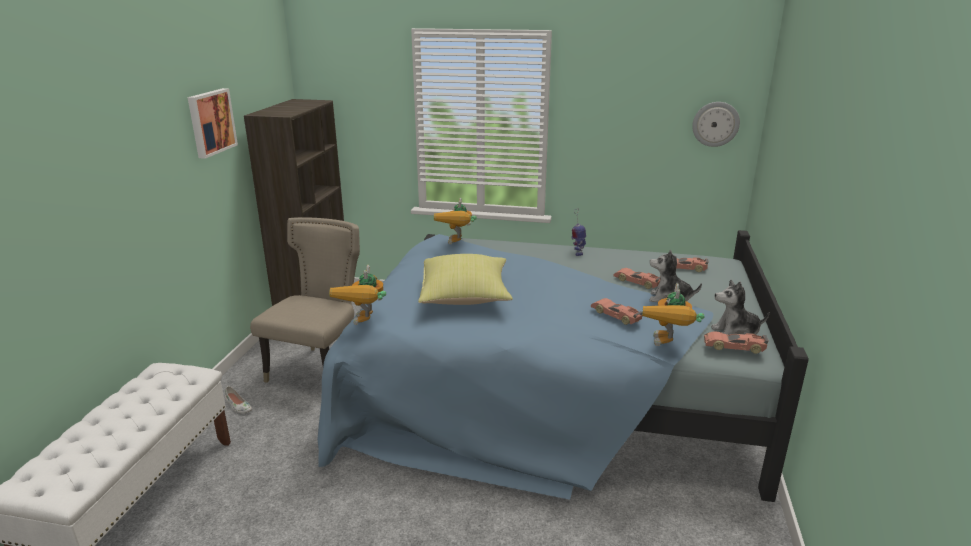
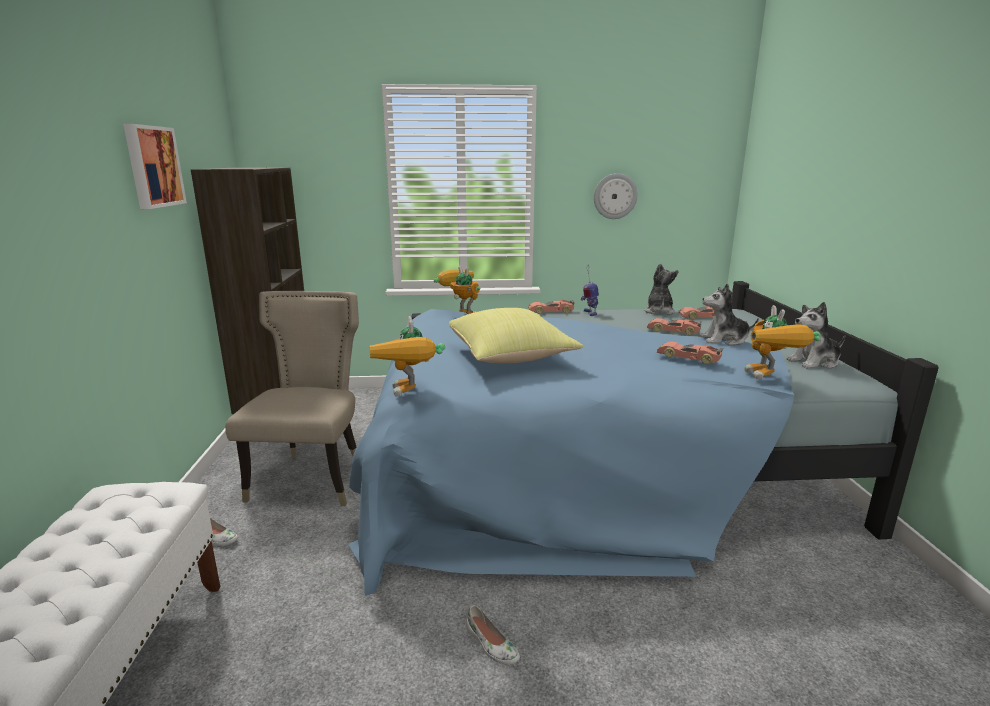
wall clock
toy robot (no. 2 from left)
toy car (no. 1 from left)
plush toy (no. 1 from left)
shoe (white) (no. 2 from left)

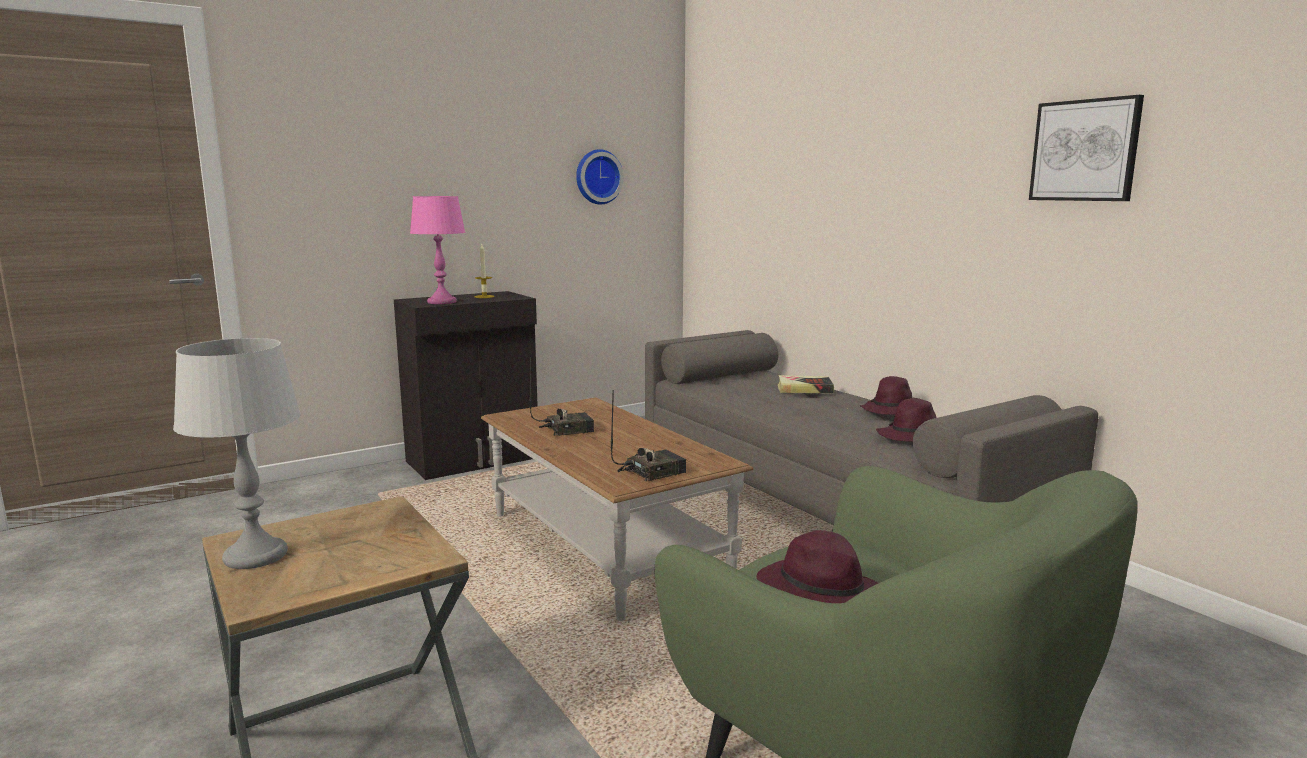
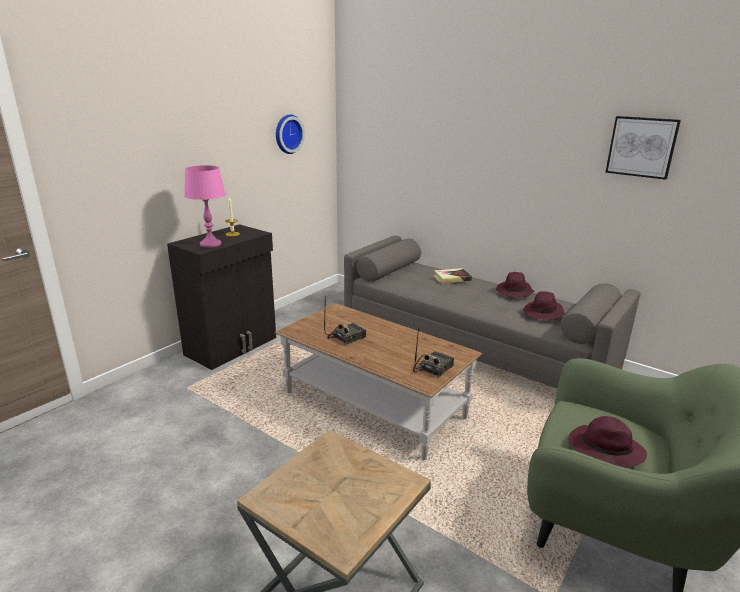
table lamp (grey)

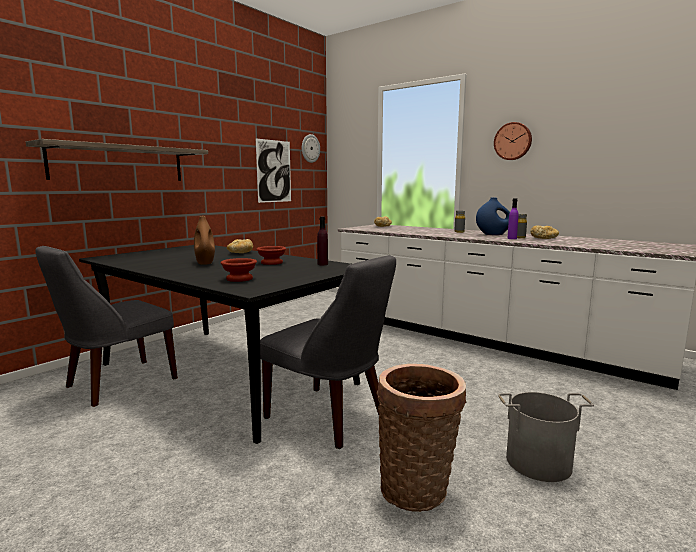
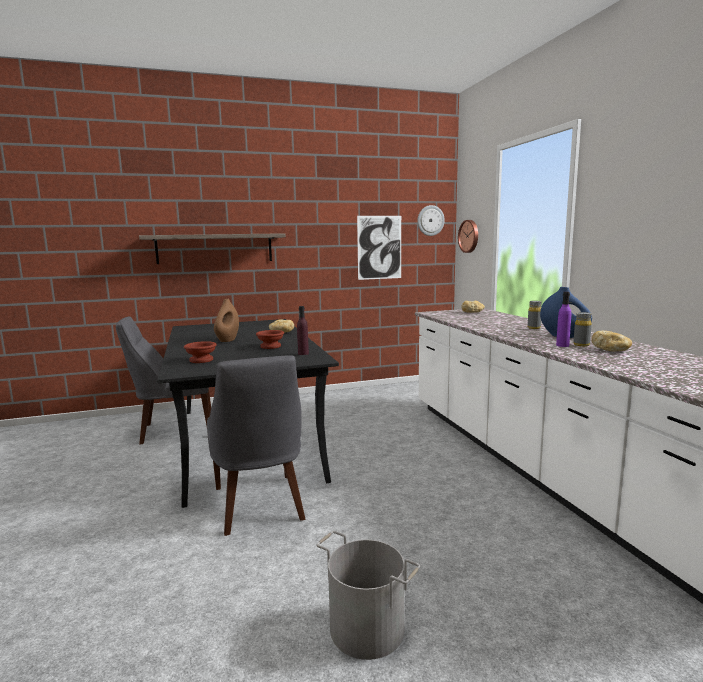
wall clock (no. 2 from left)
basket

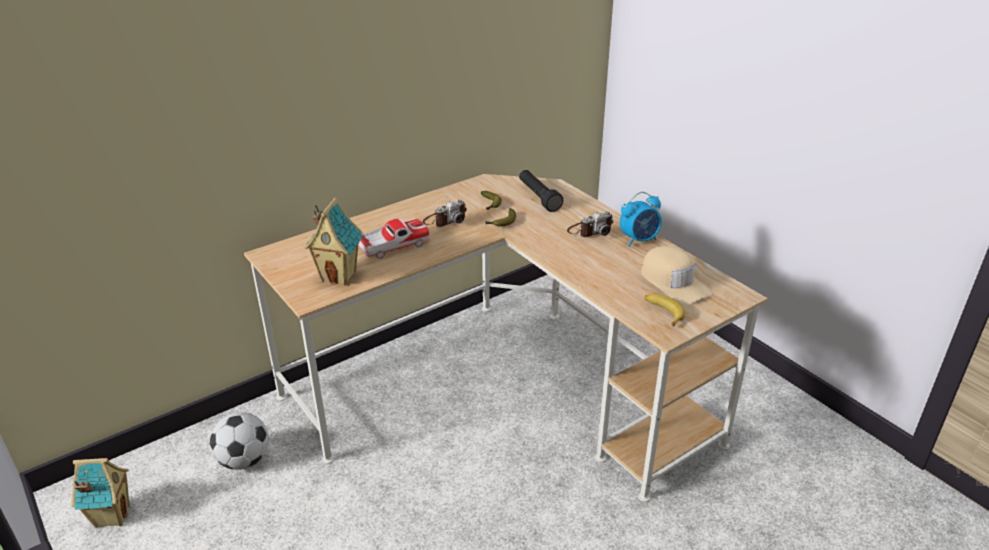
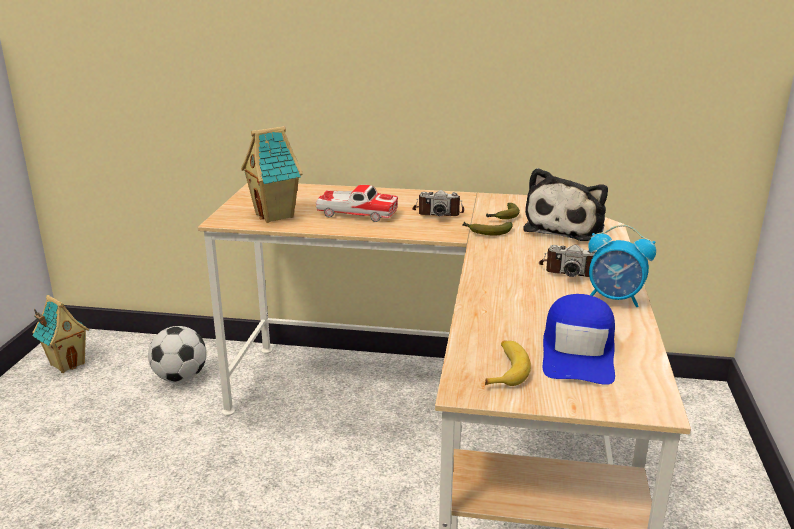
plush toy
cap (blue)

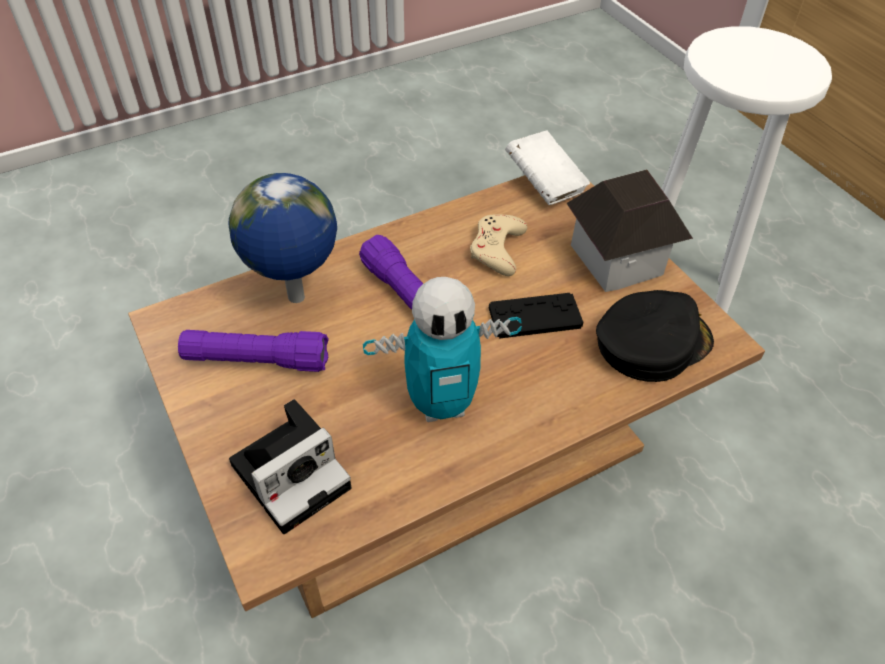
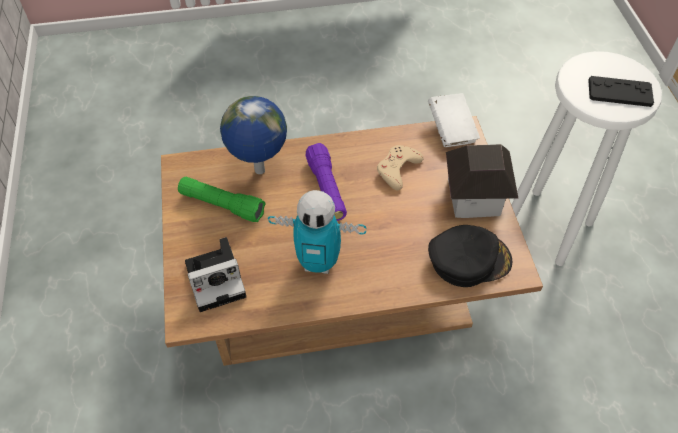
game controller (black)
flashlight (green)

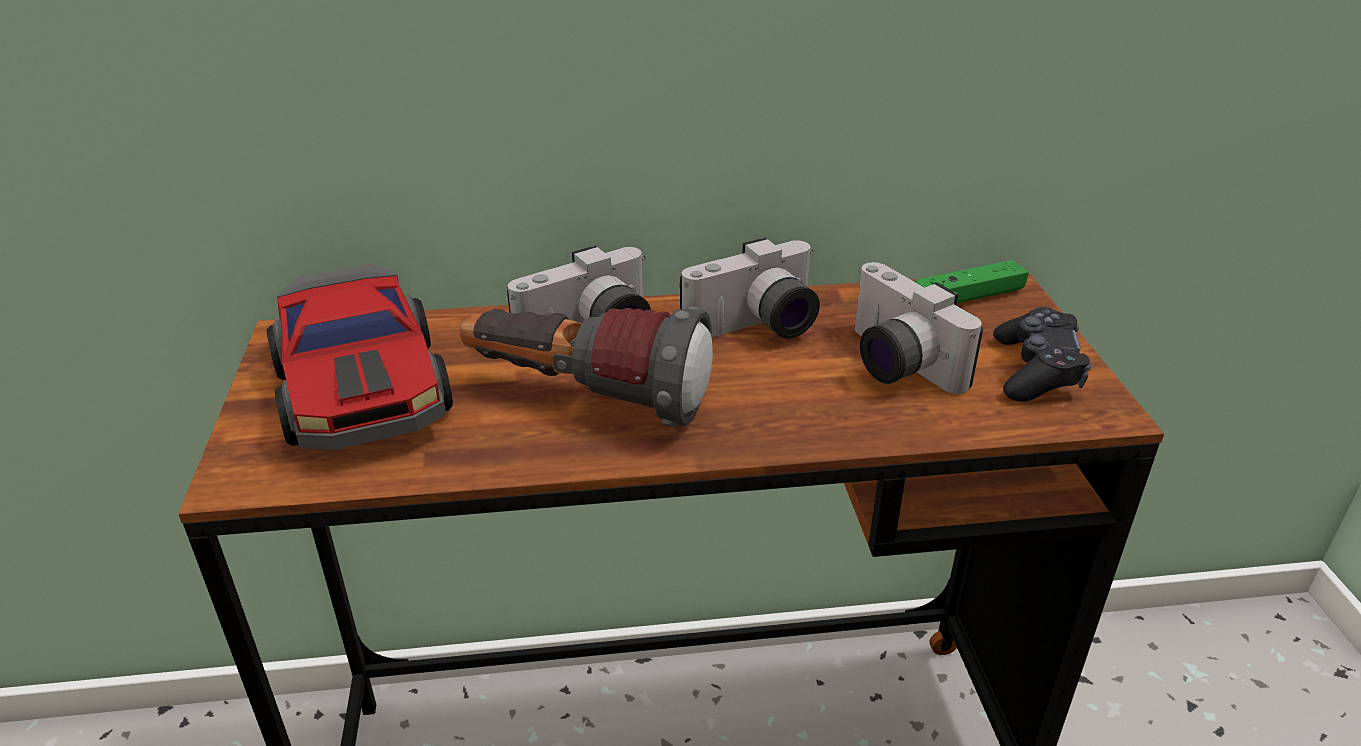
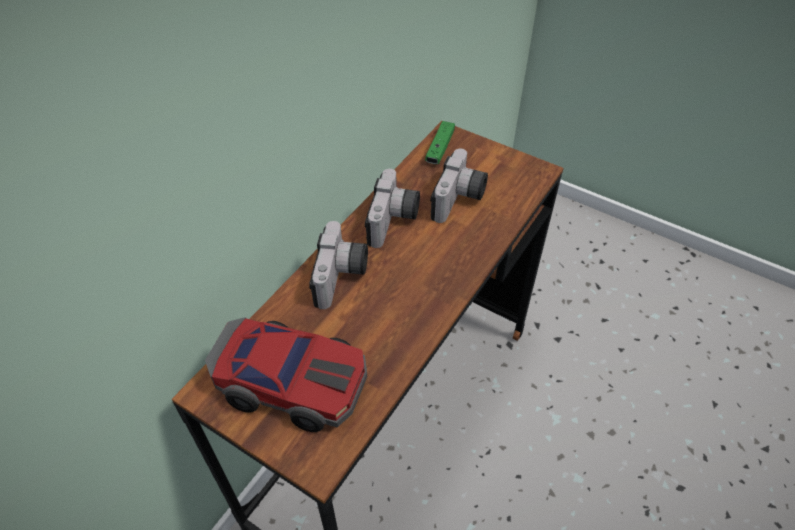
photo camera (no. 3 from left)
flashlight
game controller (black)

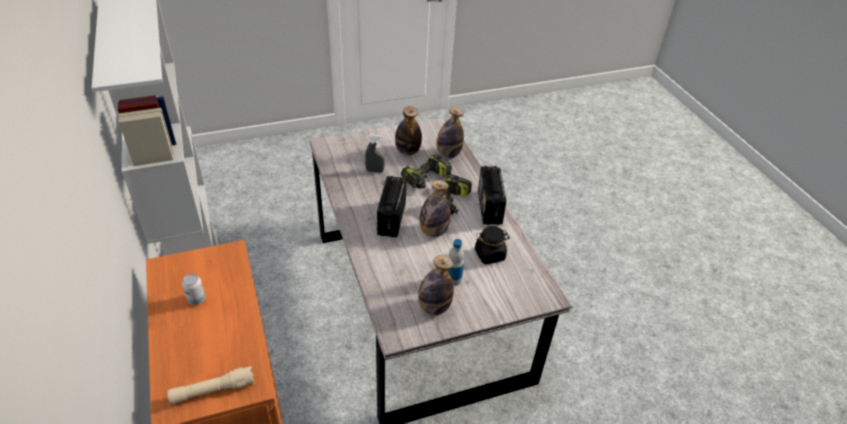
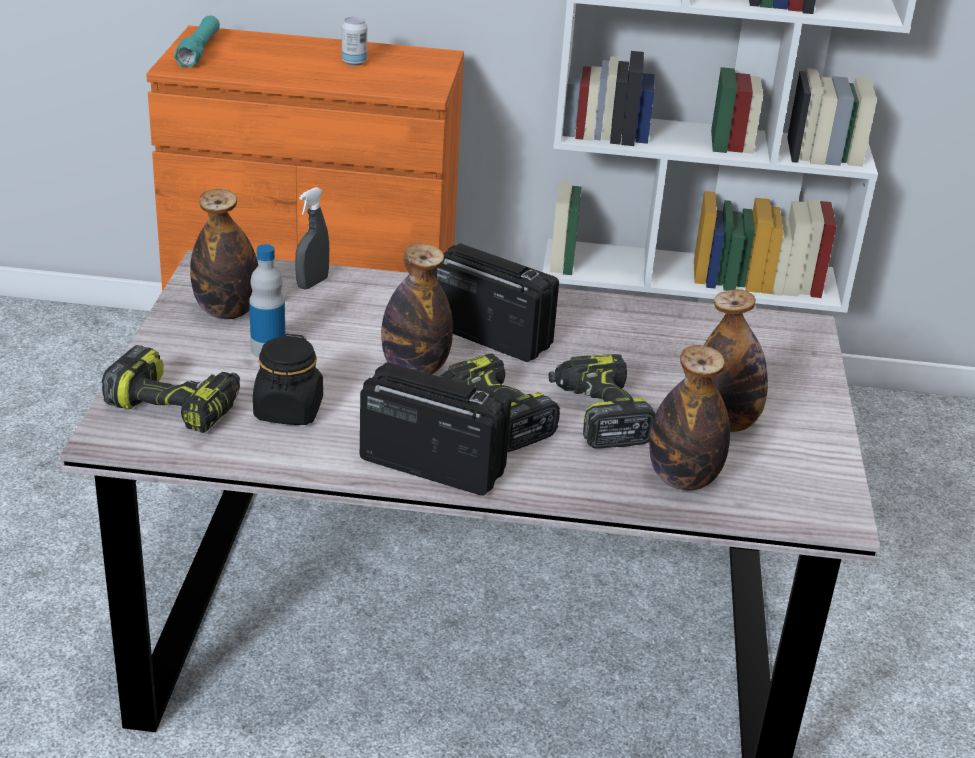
spray bottle (grey)
flashlight (turquoise)
power drill (no. 1 from left)

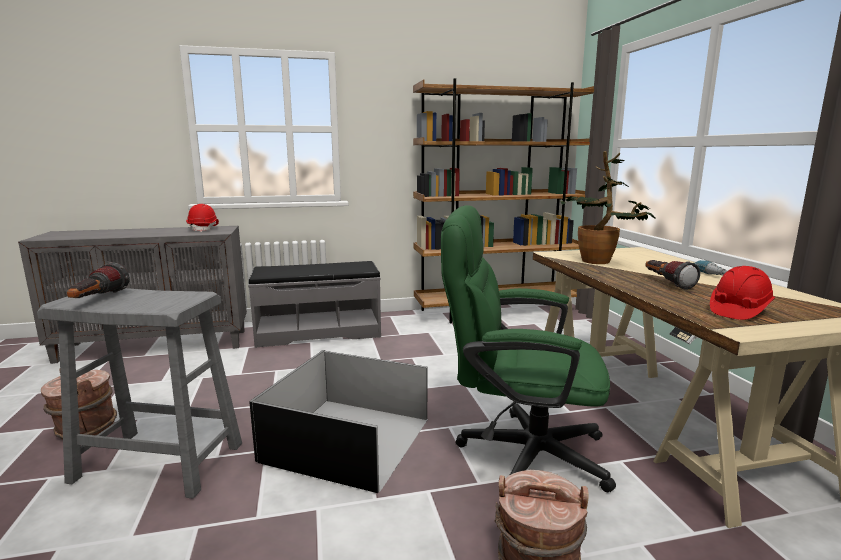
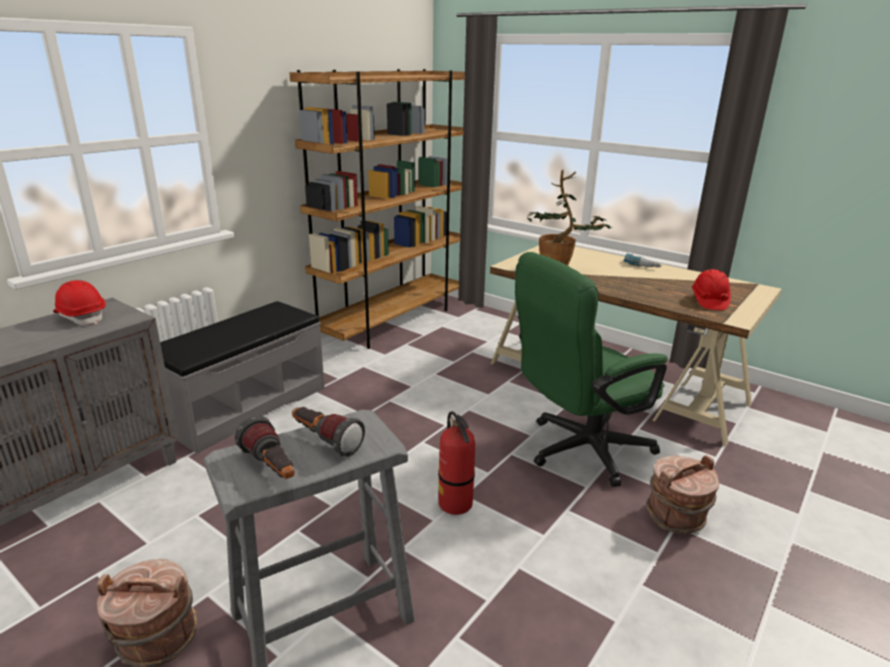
flashlight (no. 2 from left)
fire extinguisher

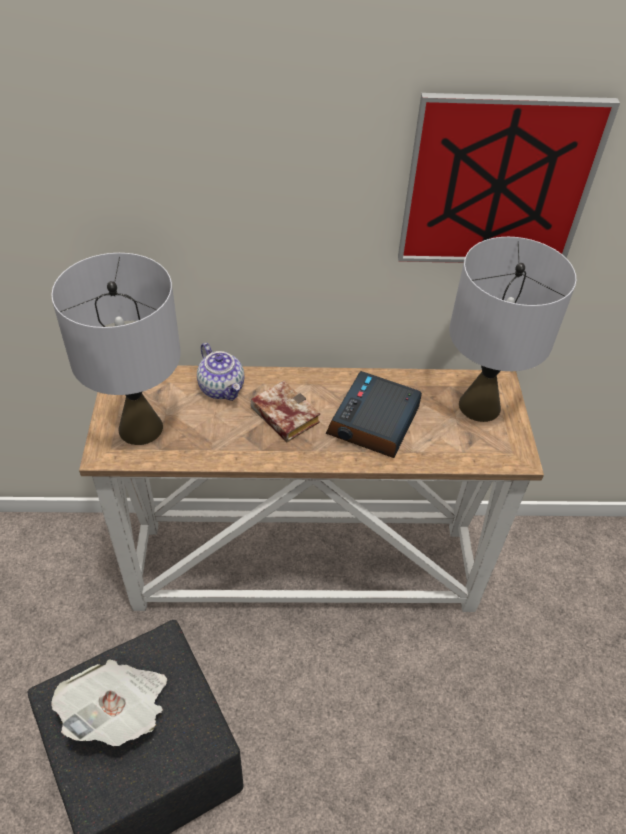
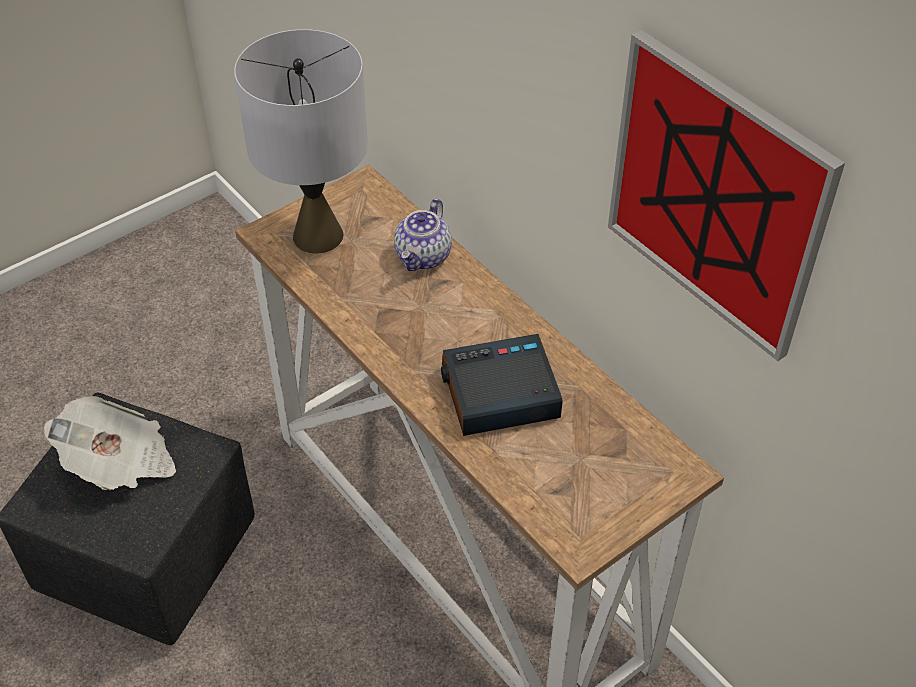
table lamp (grey) (no. 2 from left in the first image)
book

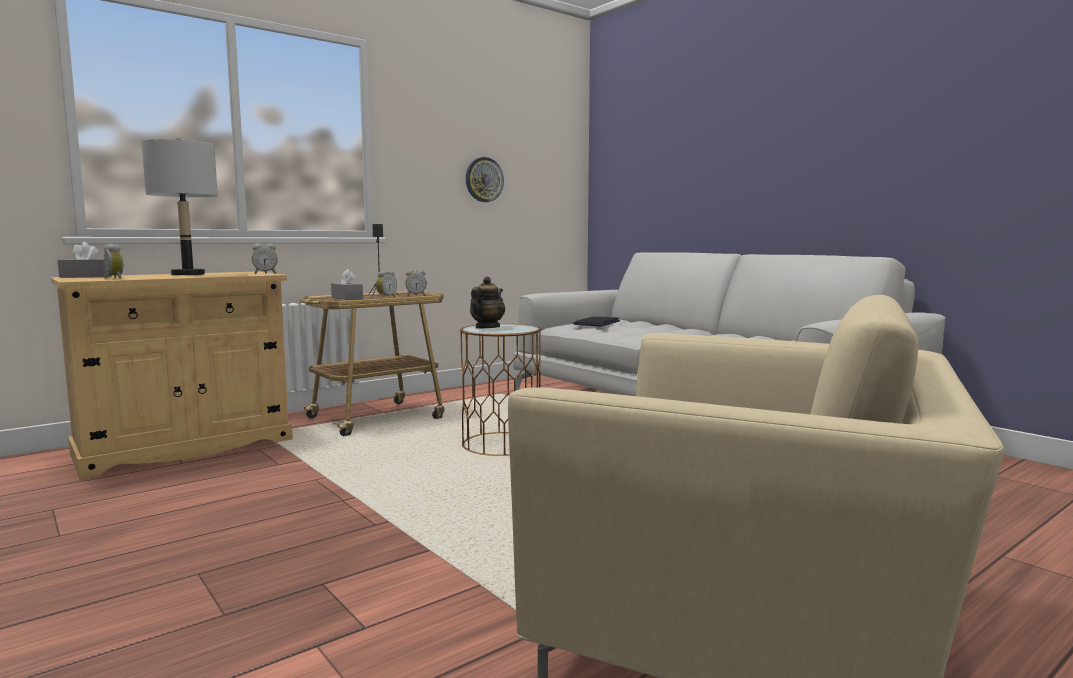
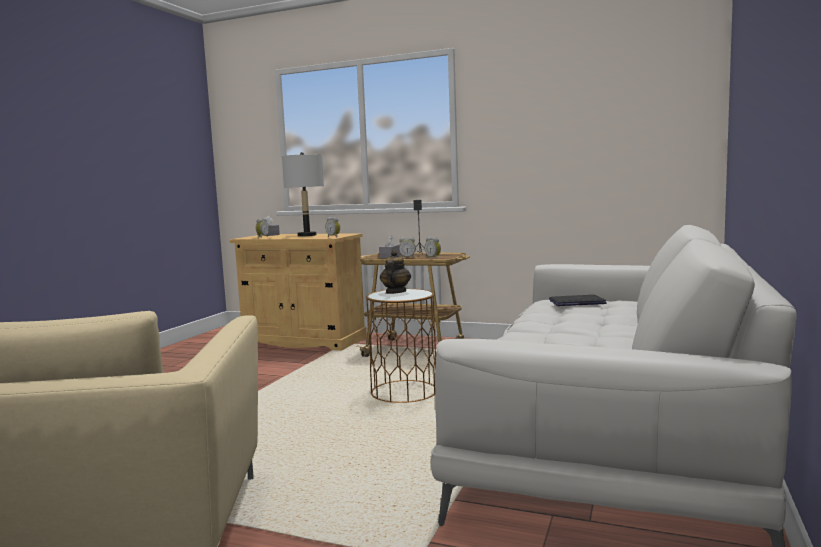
wall clock
teapot

